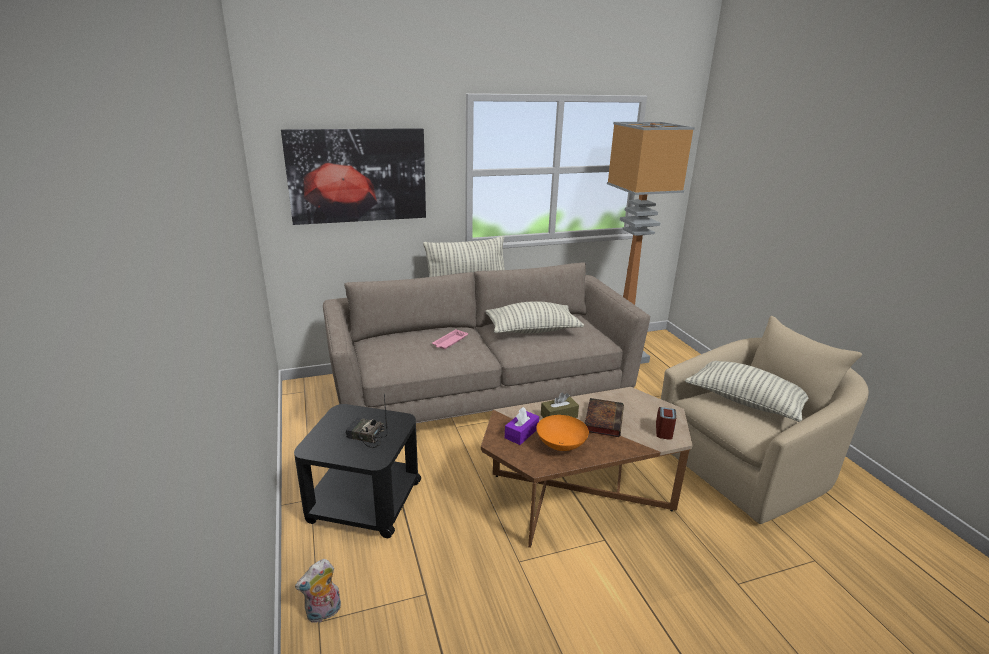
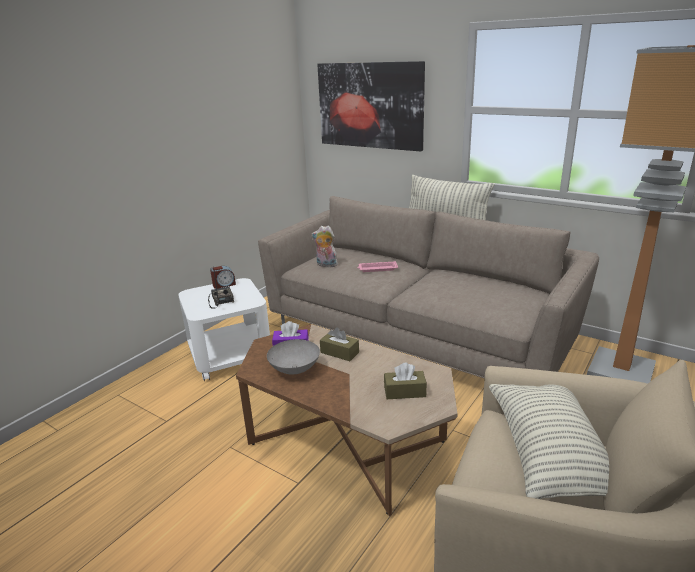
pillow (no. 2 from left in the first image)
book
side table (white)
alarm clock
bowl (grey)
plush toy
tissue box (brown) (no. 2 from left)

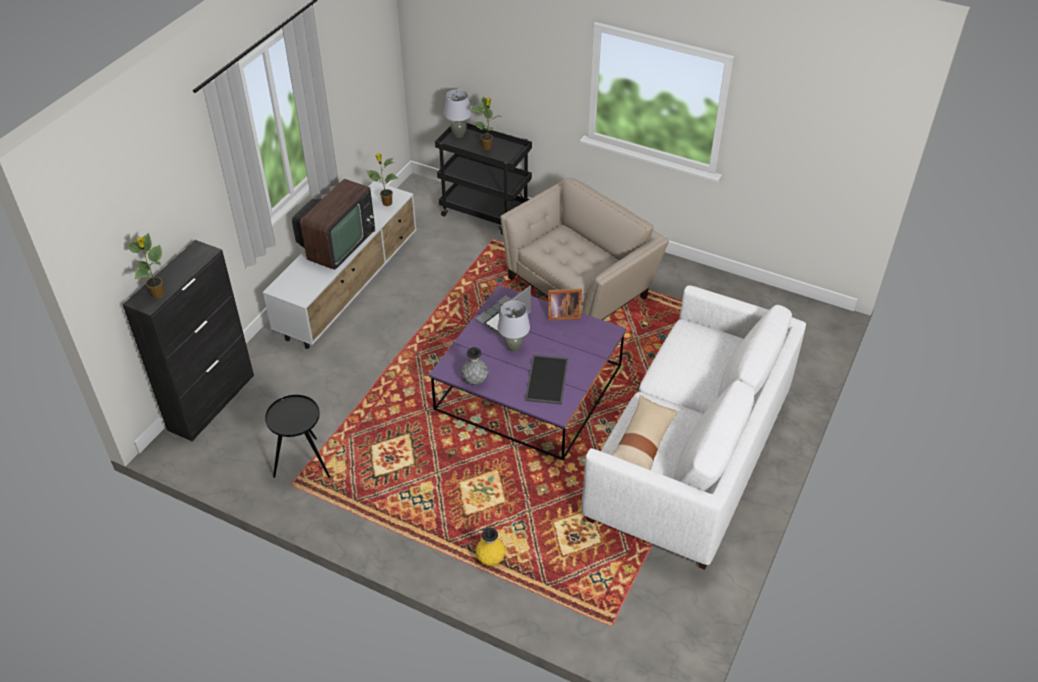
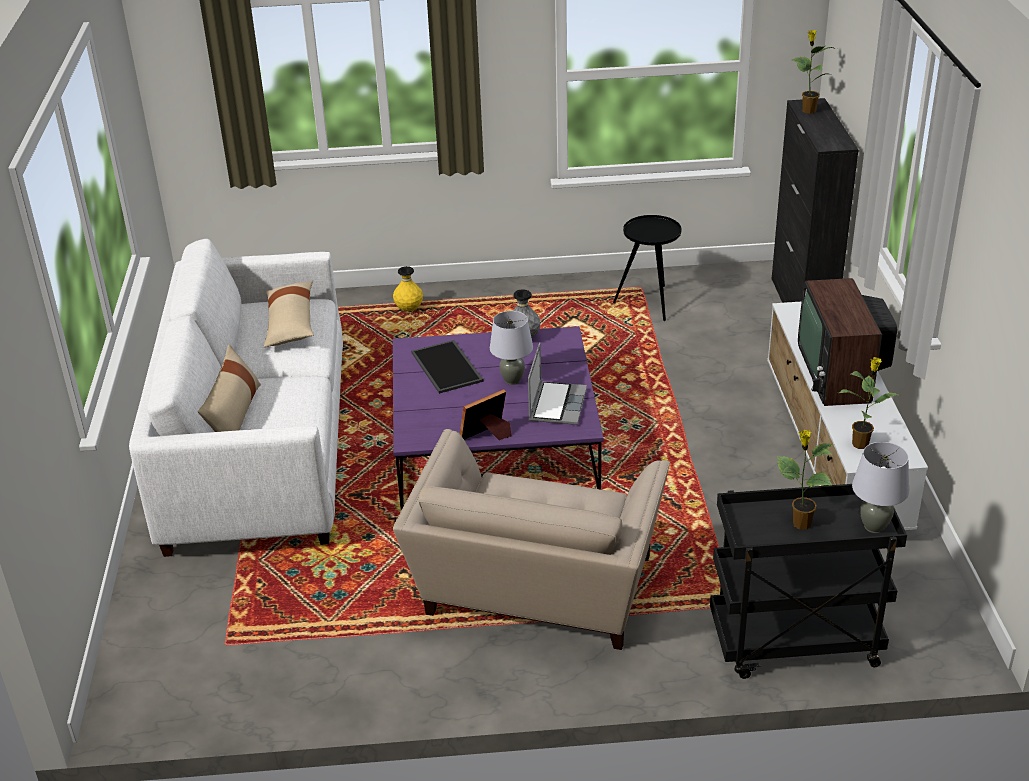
pillow (beige) (no. 1 from left)

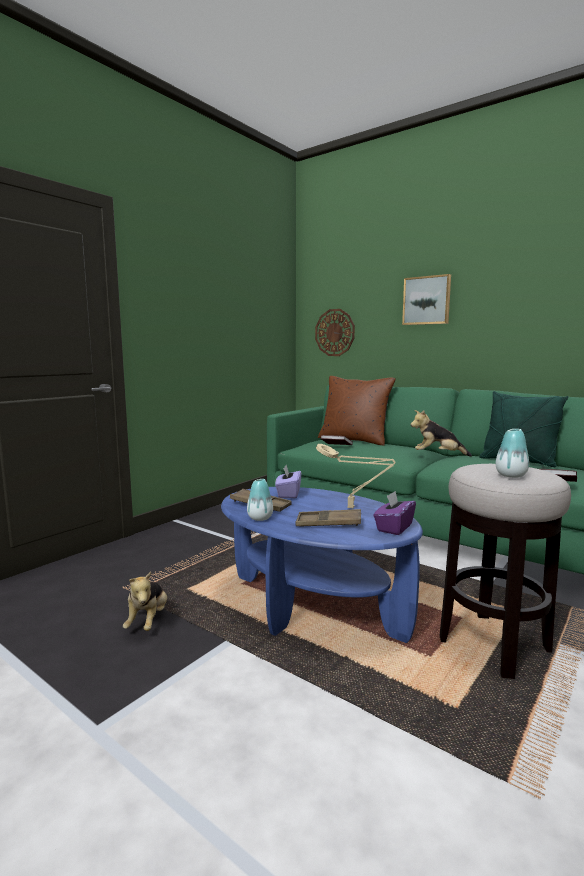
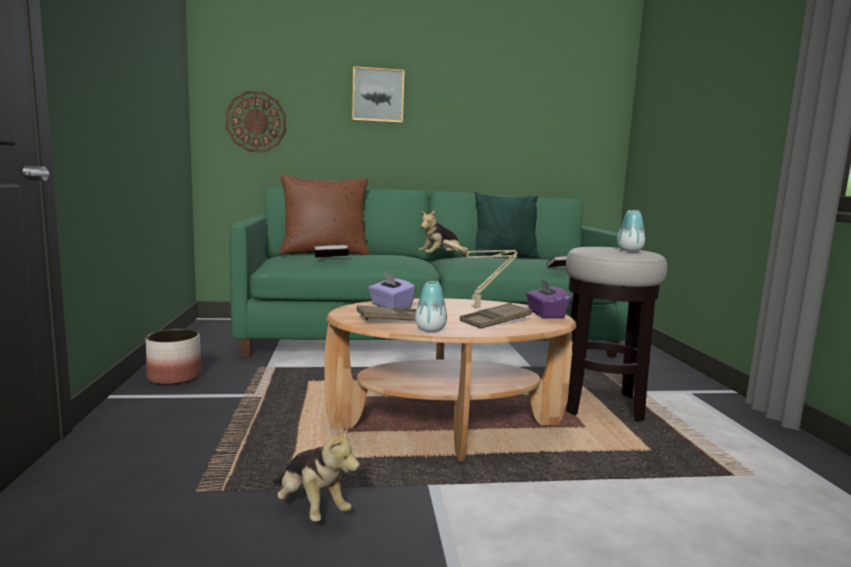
coffee table (brown)
planter

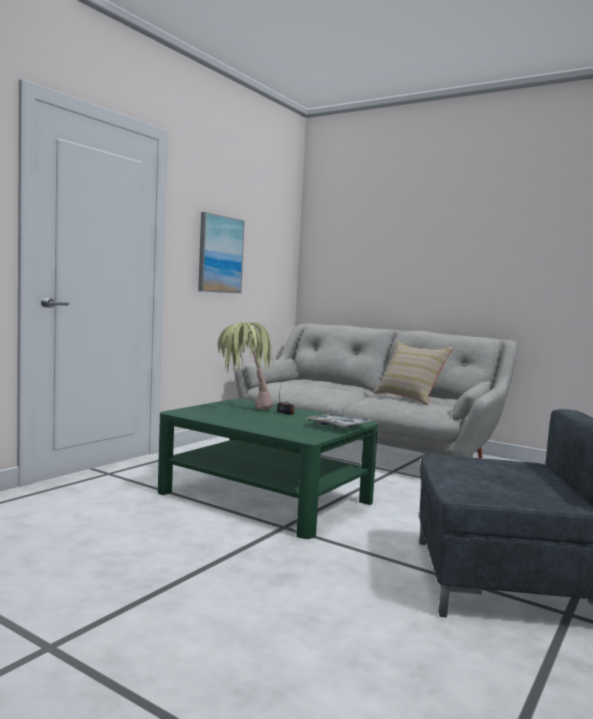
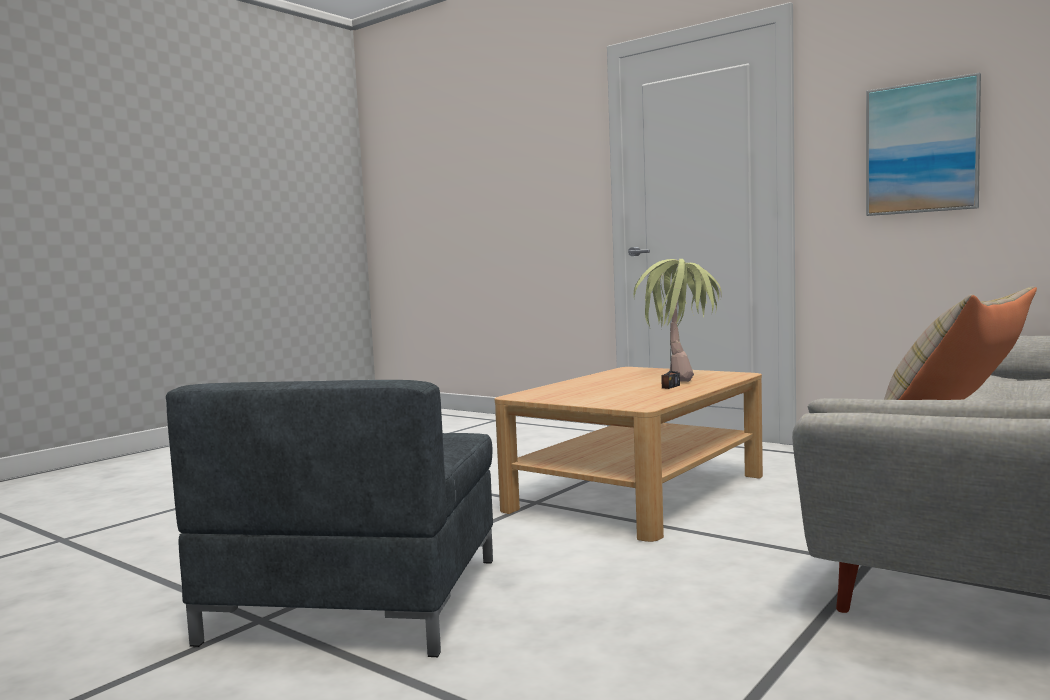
coffee table (beige)
tray

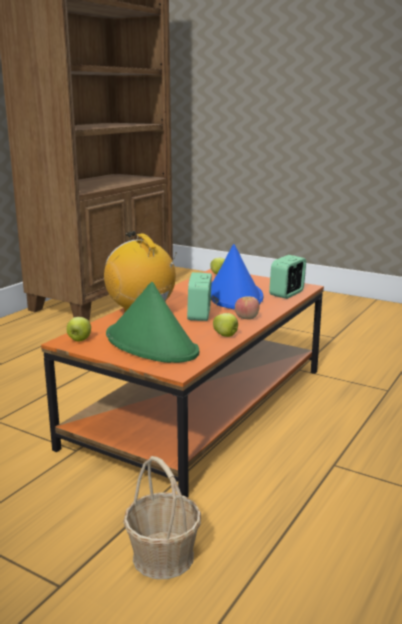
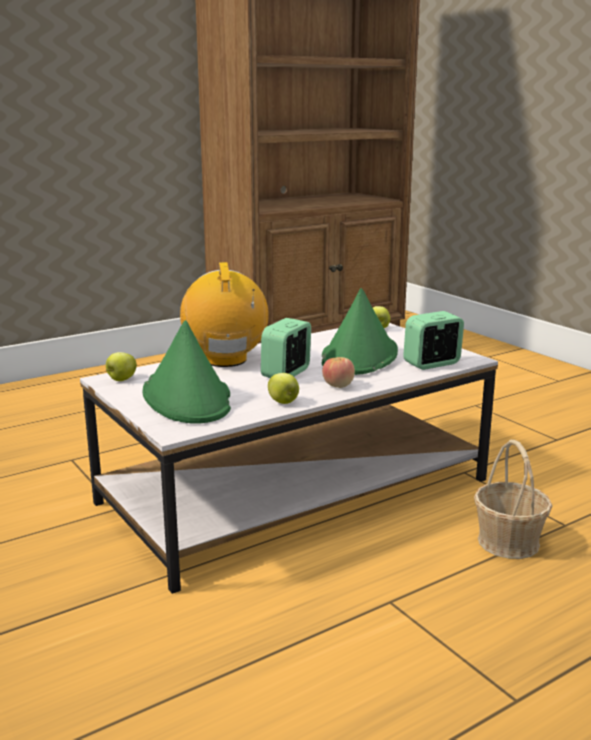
hat (green) (no. 2 from left)
coffee table (white)
basket

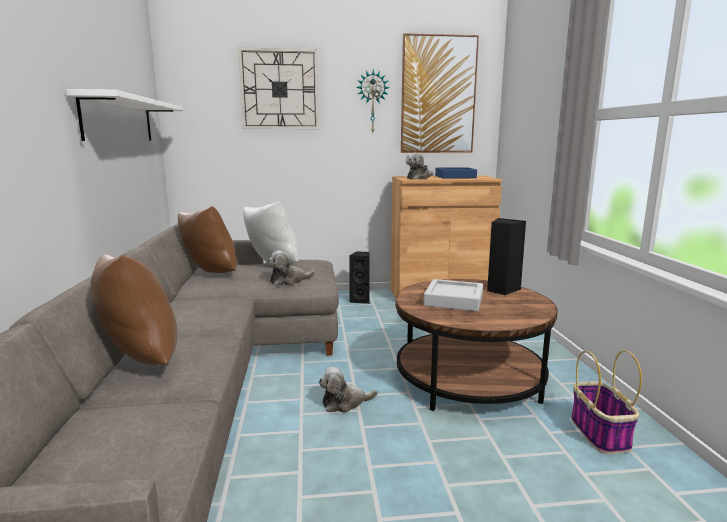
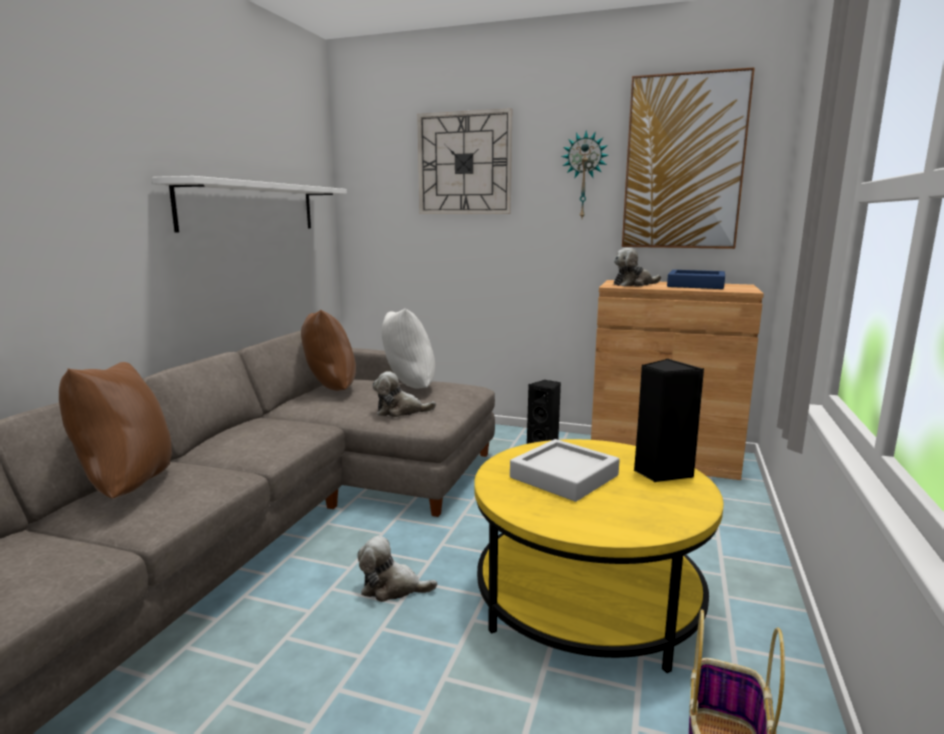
coffee table (yellow)

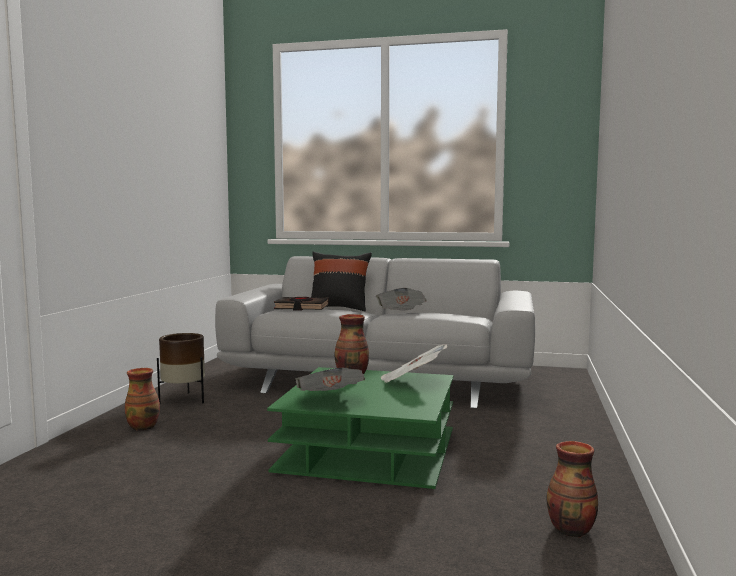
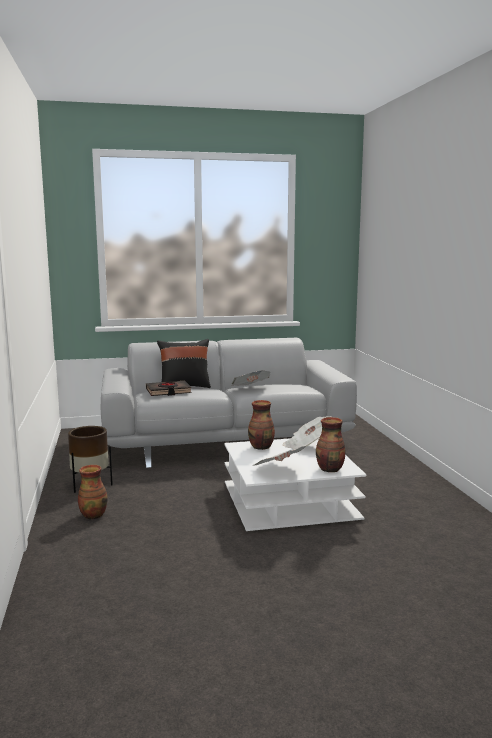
coffee table (white)
vase (no. 3 from left)

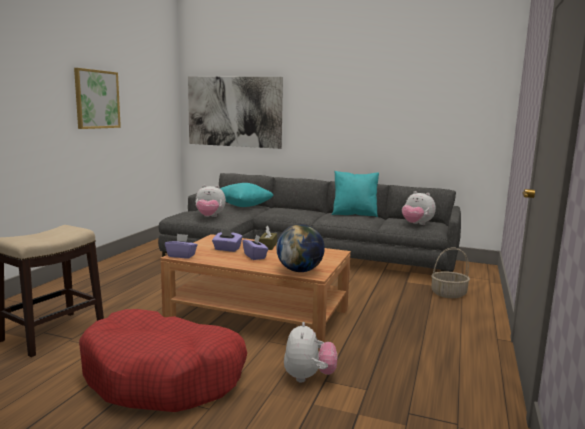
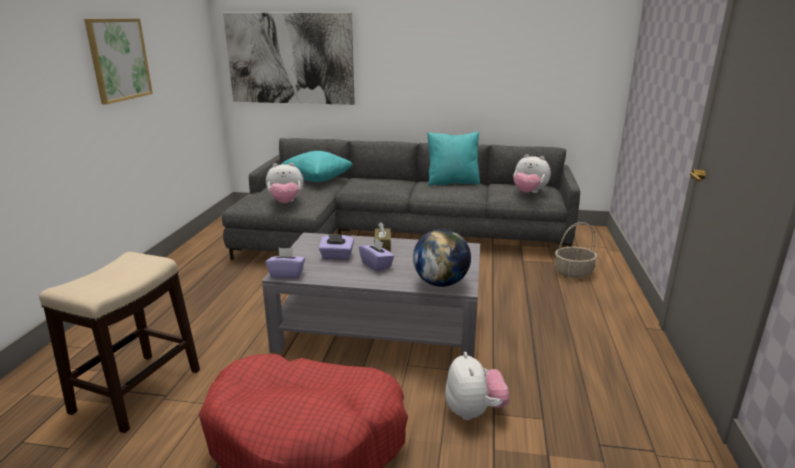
coffee table (grey)

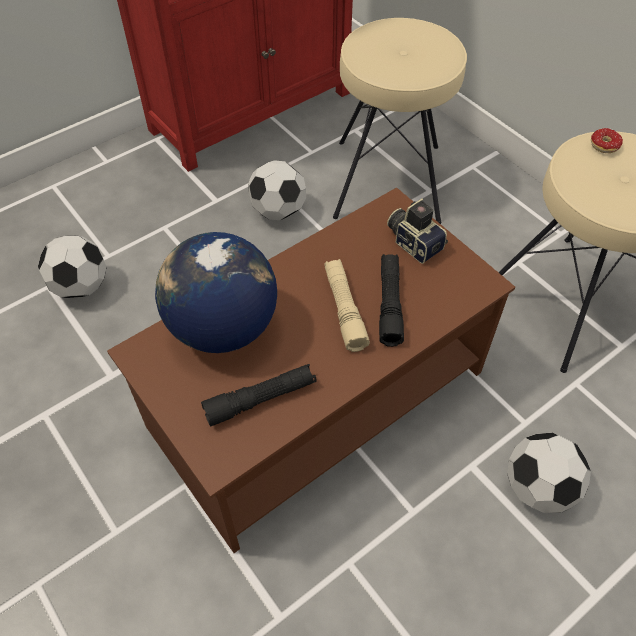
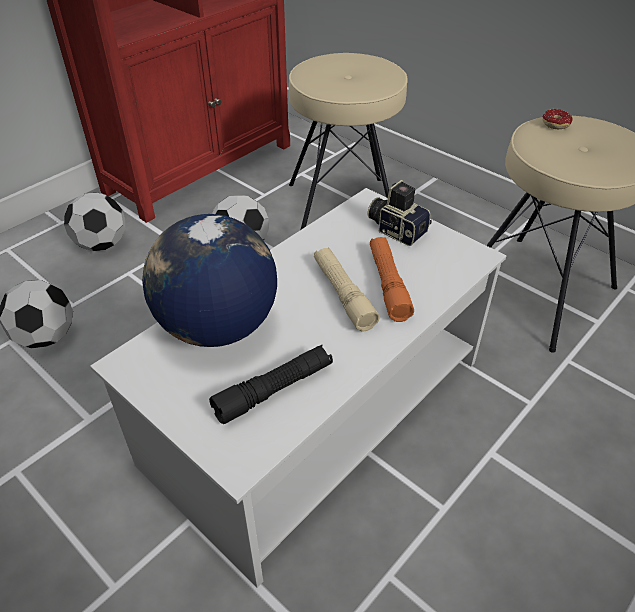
coffee table (white)
flashlight (orange)
football (no. 2 from left)

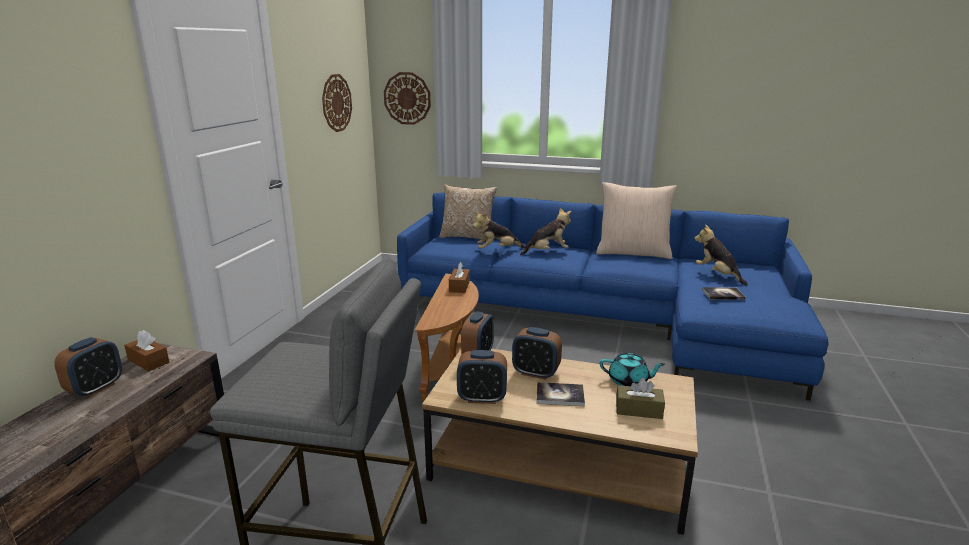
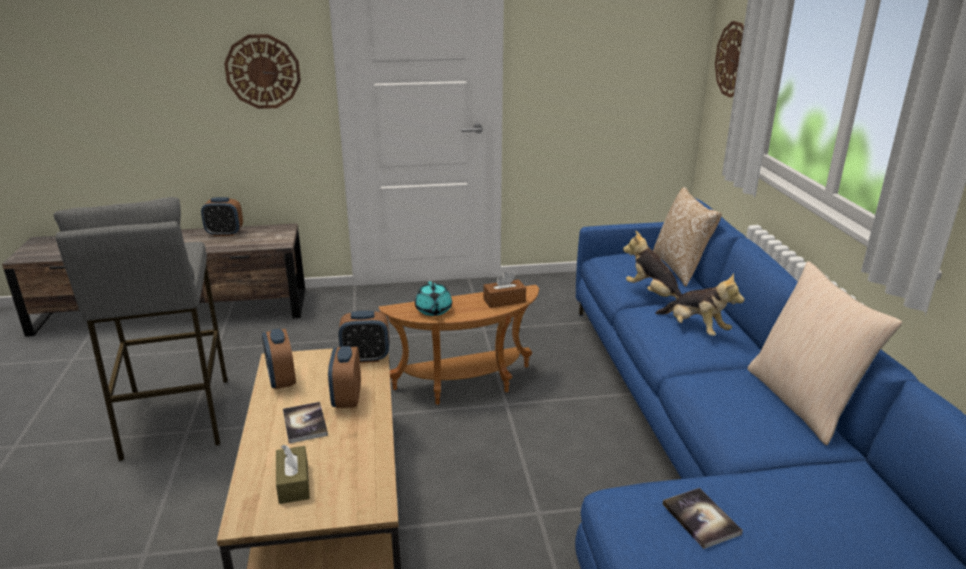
wall clock (no. 1 from left)
plush toy (no. 3 from left in the first image)
tissue box (brown) (no. 1 from left in the first image)
teapot (turquoise)

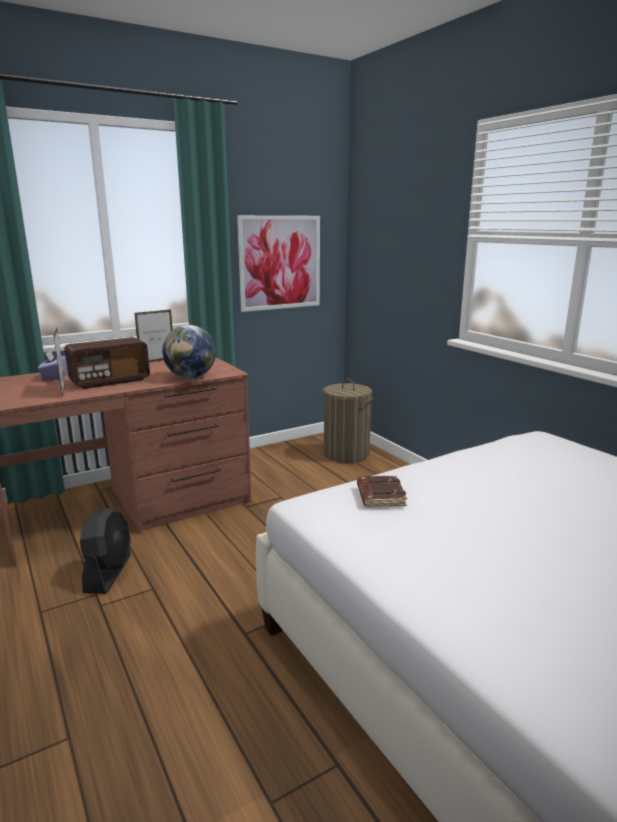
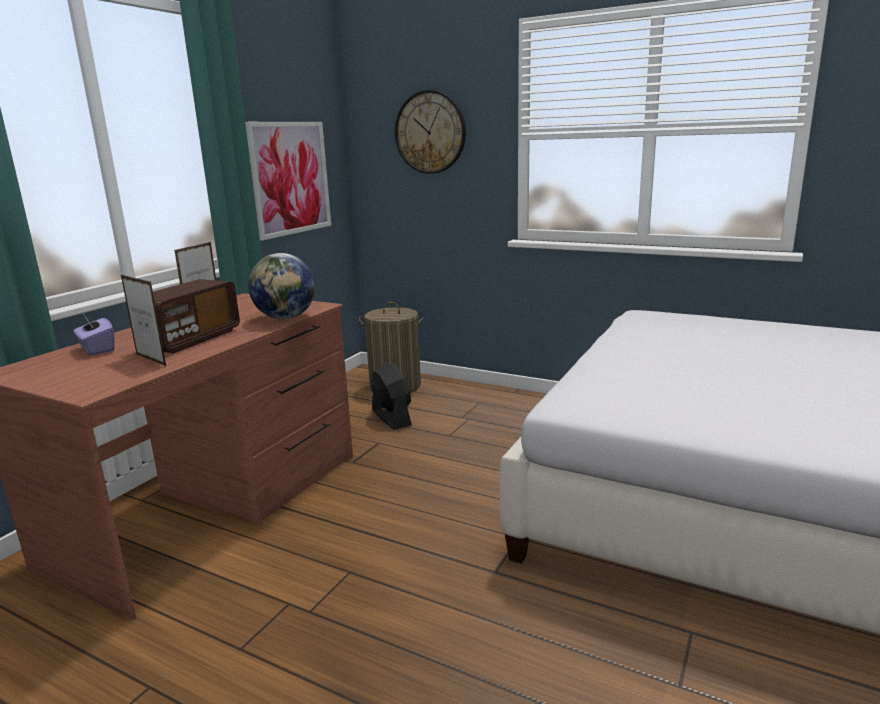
book (brown)
fan (black)
wall clock

